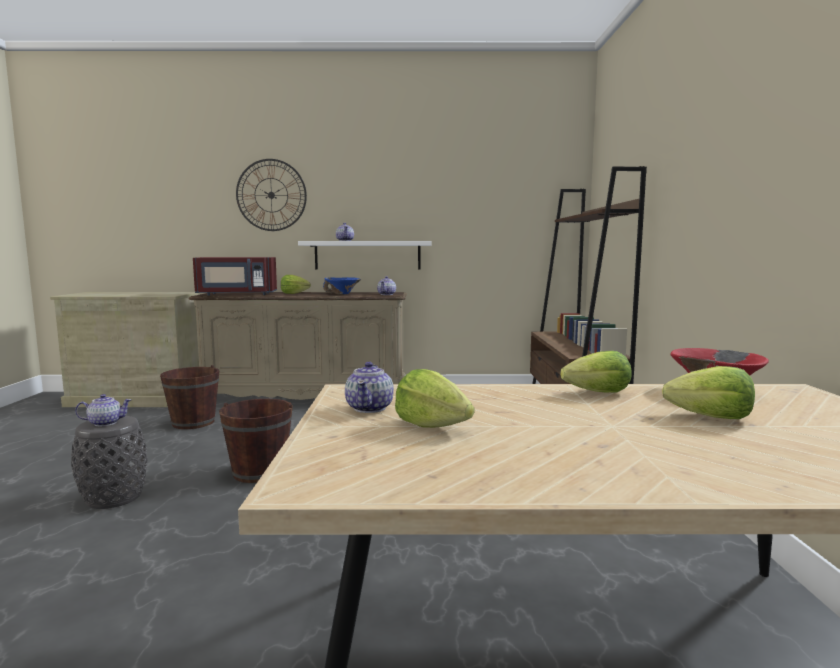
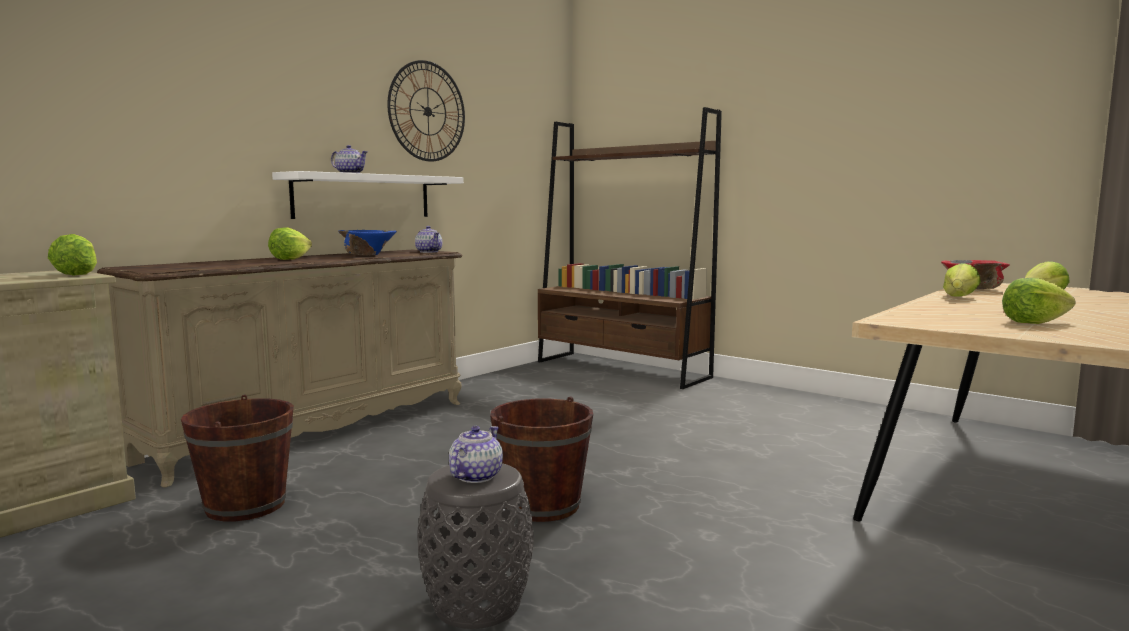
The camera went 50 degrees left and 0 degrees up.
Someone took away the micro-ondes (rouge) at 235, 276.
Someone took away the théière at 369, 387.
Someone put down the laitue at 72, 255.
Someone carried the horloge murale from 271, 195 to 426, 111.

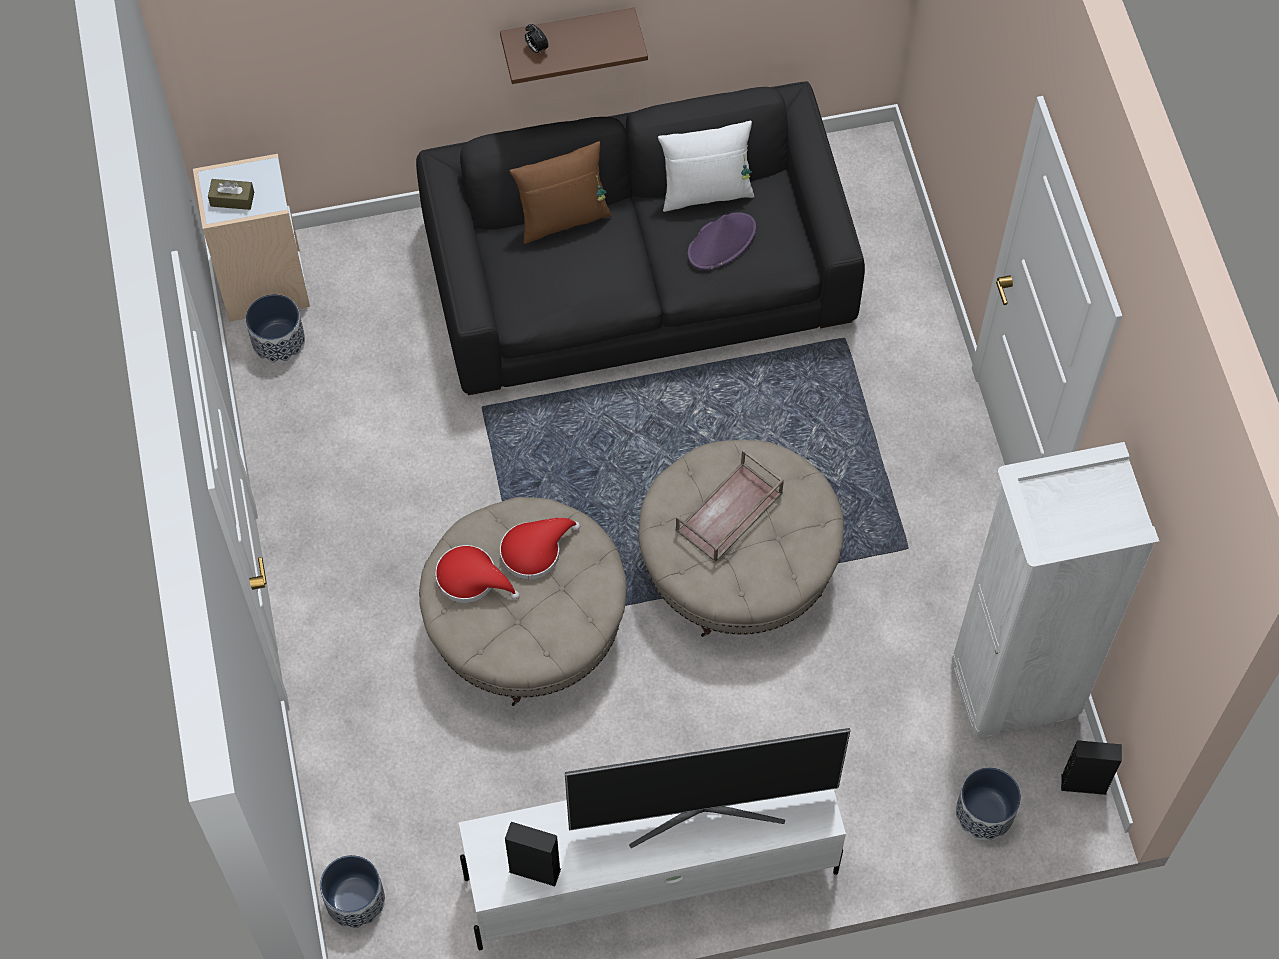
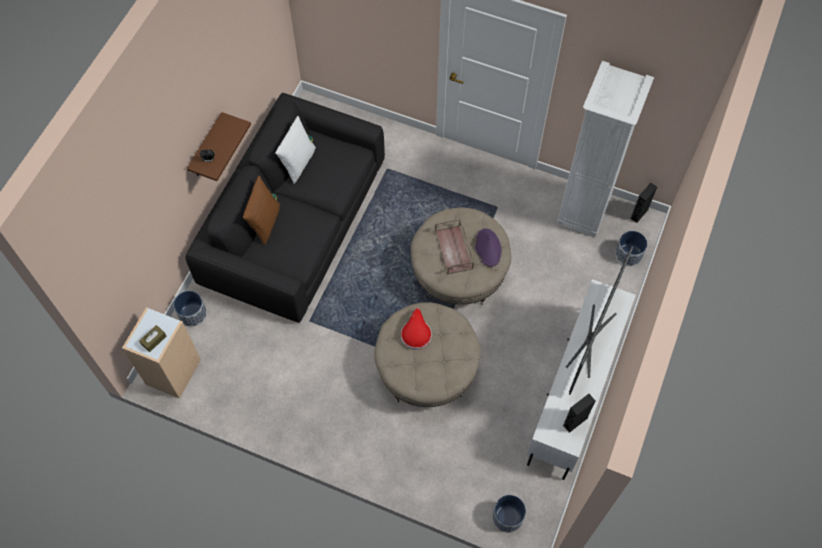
The camera went 55 degrees left and 0 degrees up.
Someone took away the chapeau (rouge) at 477, 574.
Someone carried the cache-pot from 275, 329 to 190, 309.
Someone carried the chapeau (violet) from 722, 241 to 488, 247.

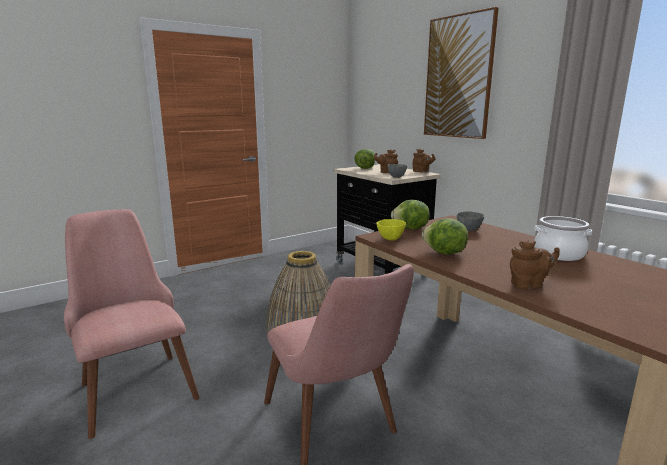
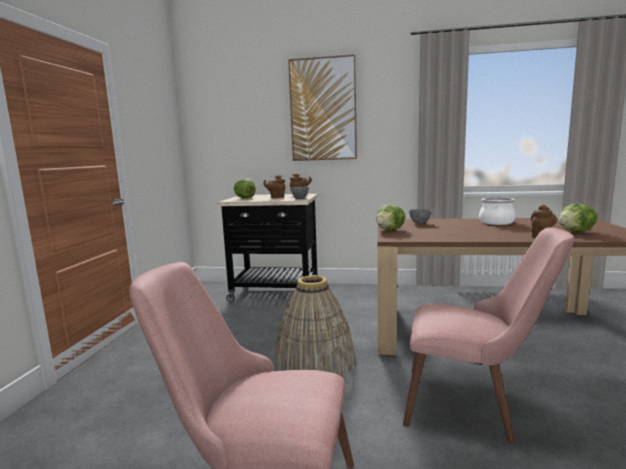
The camera went 45 degrees left and 5 degrees down.
Someone took away the bol (jaune) at 391, 230.
Someone carried the laitue from 445, 237 to 578, 218.

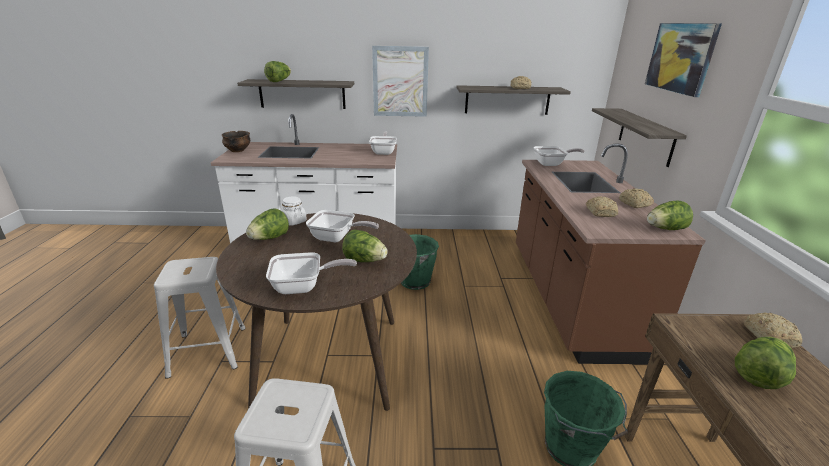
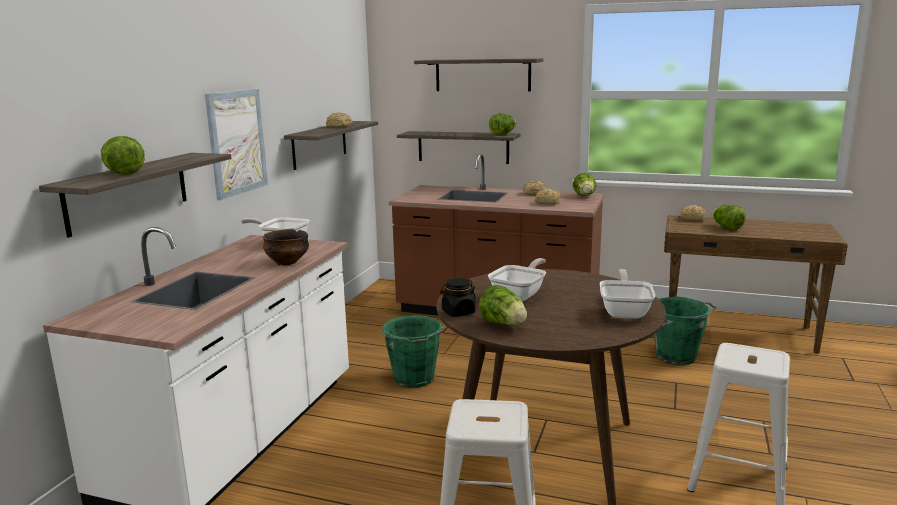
The camera went 70 degrees left and 10 degrees down.
Someone took away the poêle at 559, 156.
Someone carried the bol from 236, 141 to 285, 247.
Someone carried the laitue from 365, 245 to 502, 124.
Someone swapped the tableau at 683, 60 for the étagère at 478, 74.
Someone repainted the bocal (blanc) at 294, 211, which became the bocal (noir) at 458, 297.

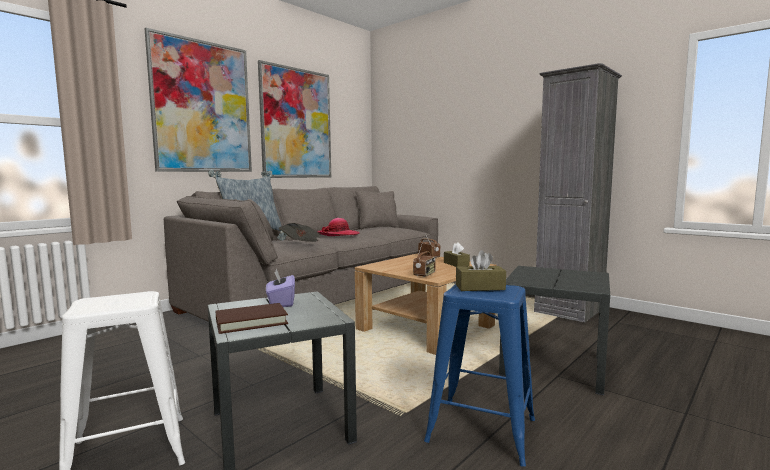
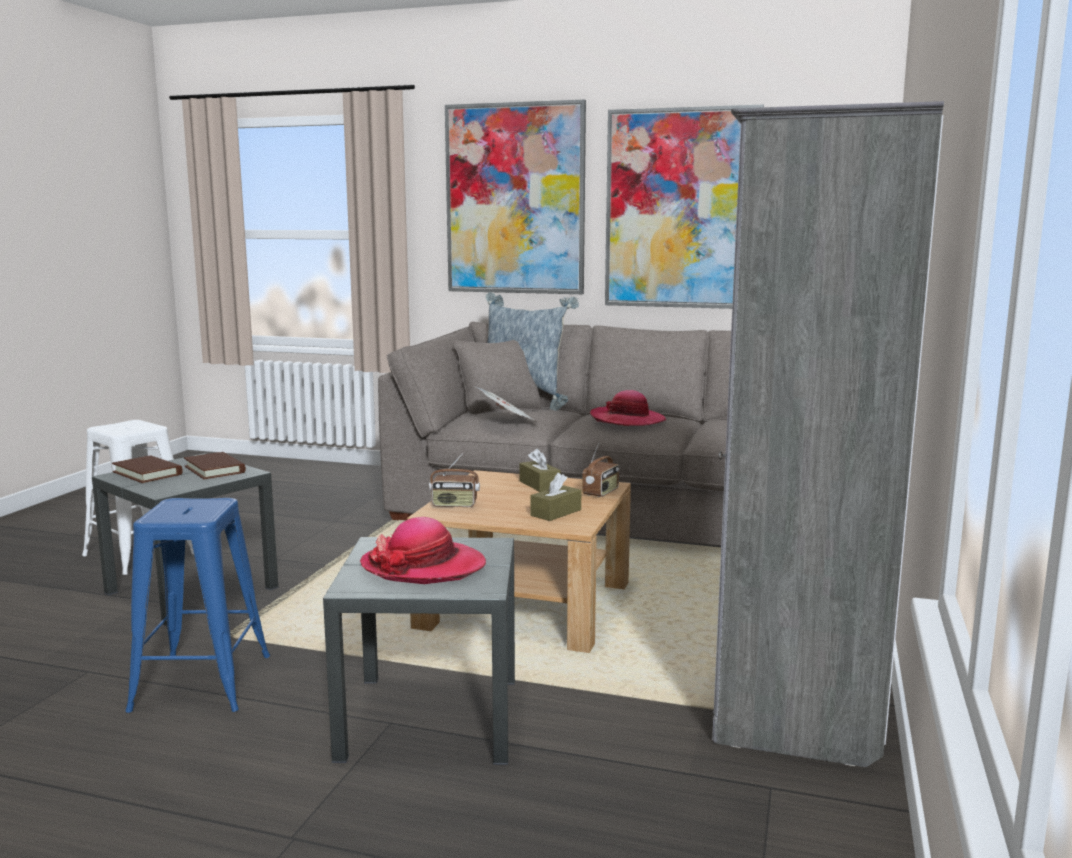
The camera went 65 degrees right and 5 degrees up.
Someone put down the chapeau at 423, 550.
Someone carried the boîte à mouchoirs (marron) from 481, 270 to 540, 470.
Someone swapped the boîte à mouchoirs (violet) at 280, 287 for the livre (marron) at 215, 465.

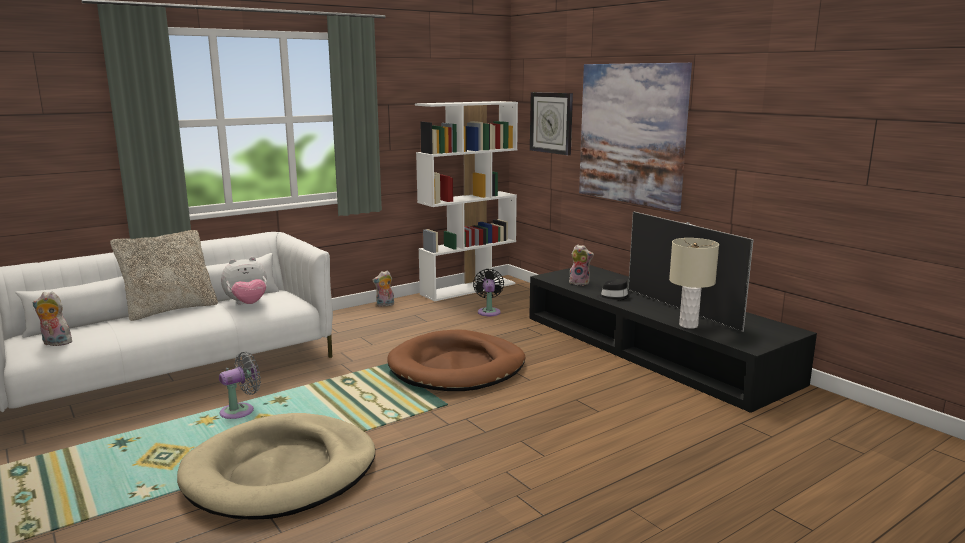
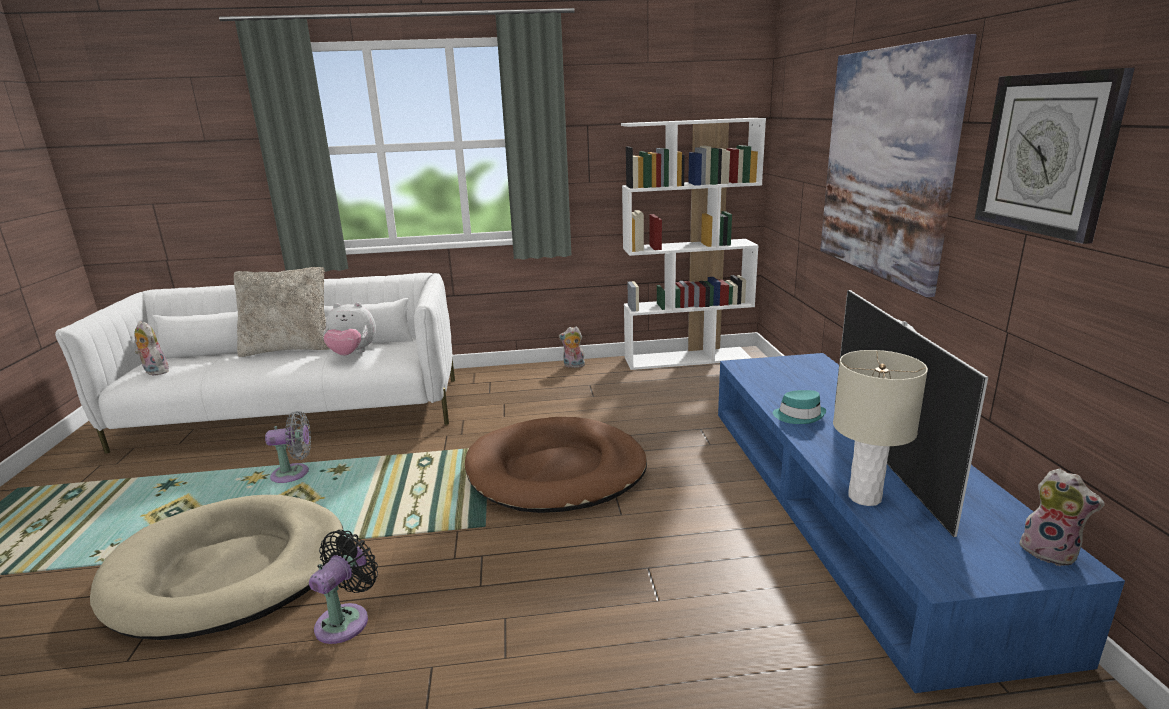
The camera went 30 degrees right and 5 degrees up.
Someone carried the ventilateur (noir) from 488, 292 to 343, 587.
Someone carried the horloge murale from 551, 123 to 1055, 156.
Someone carried the peluche from 581, 264 to 1062, 517.
Someone repainted the meuble télé (noir) at 673, 339, which became the meuble télé (bleu) at 921, 523.
Someone repainted the chapeau (noir) at 614, 290, which became the chapeau (turquoise) at 799, 407.

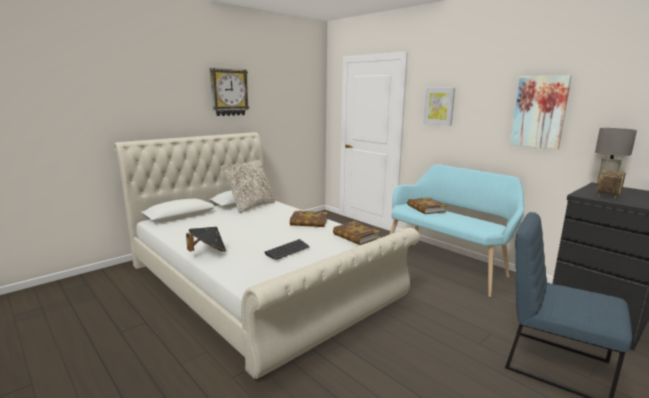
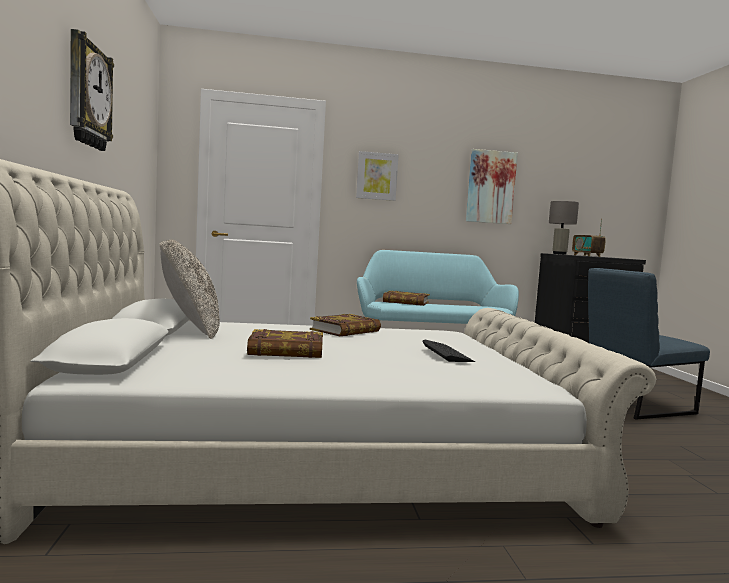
The camera went 55 degrees left and 10 degrees down.
Someone took away the chapeau (noir) at 206, 239.
Someone carried the livre from 356, 233 to 285, 343.

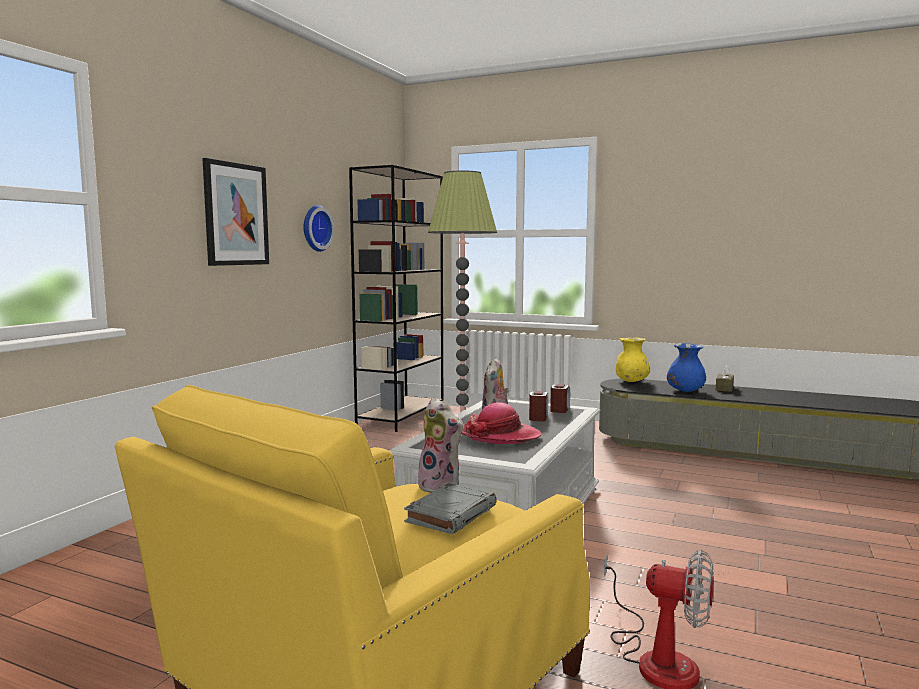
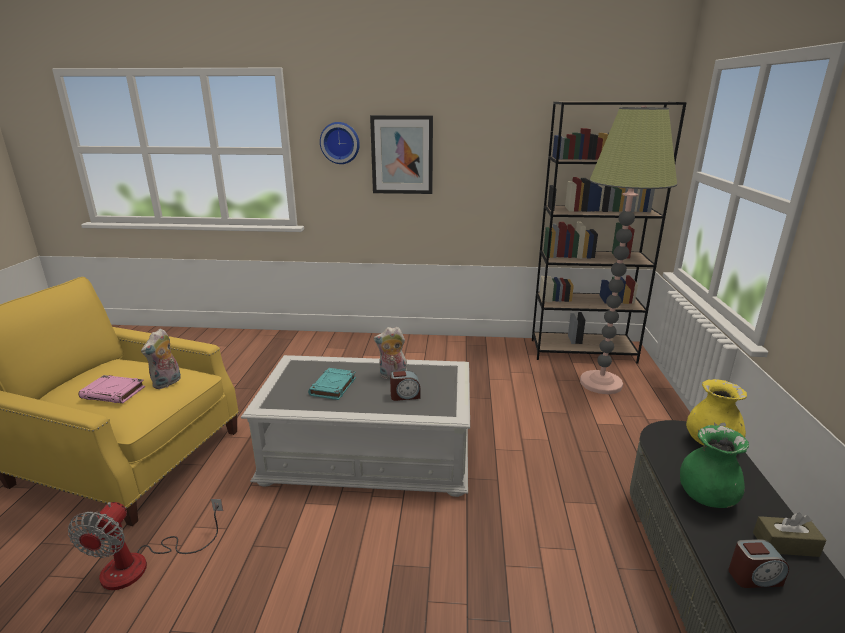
The camera went 70 degrees right and 15 degrees up.
Someone carried the horloge murale from 319, 228 to 340, 143.
Someone carried the réveil from 560, 398 to 758, 563.
Someone swapped the chapeau at 501, 423 for the livre (turquoise) at 332, 384.
Someone repainted the livre (gris) at 450, 508, which became the livre (rose) at 111, 389.
Someone repainted the vase (bleu) at 686, 367, which became the vase (vert) at 714, 466.

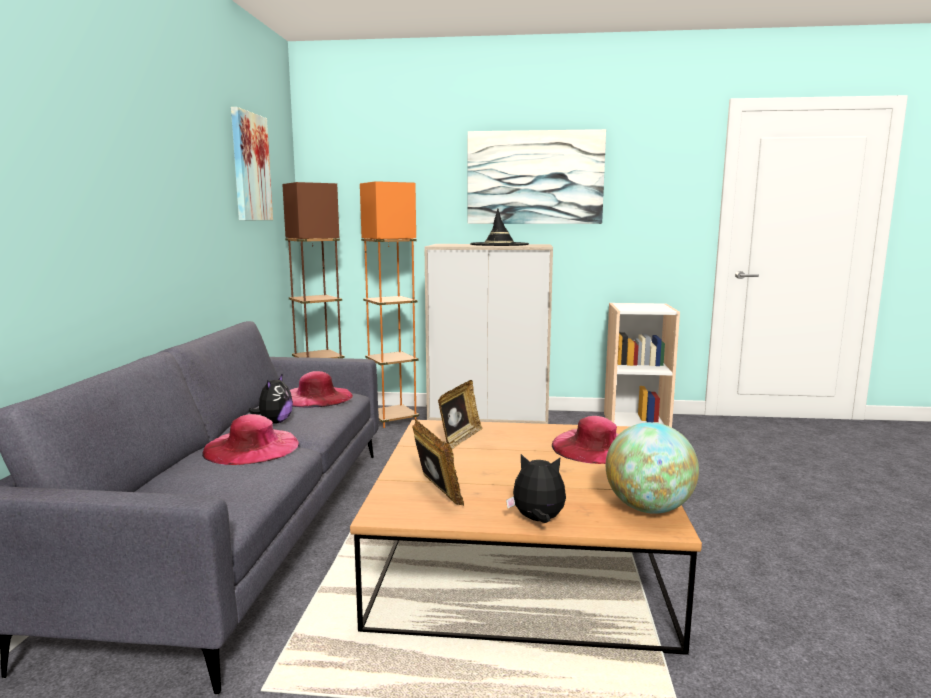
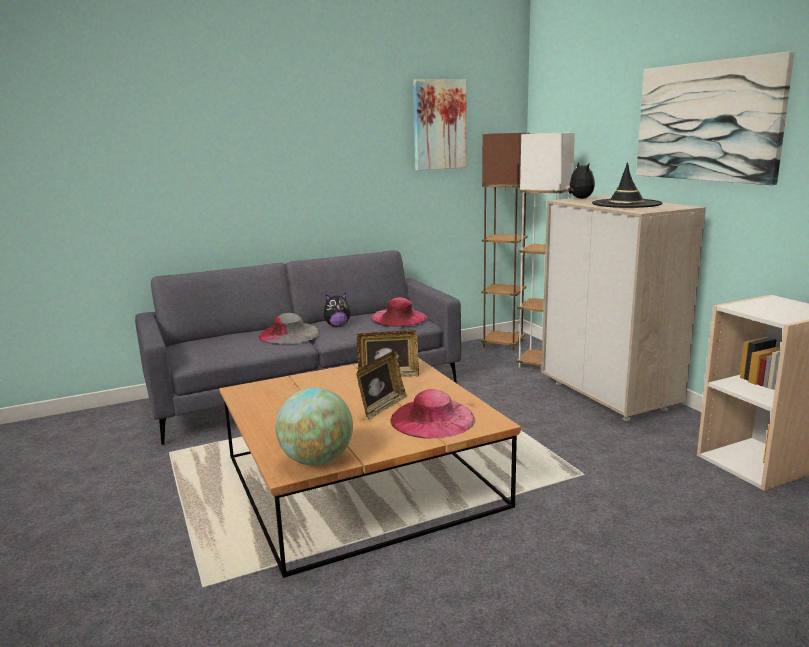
The camera went 60 degrees right and 5 degrees up.
Someone carried the cadre photo from 438, 462 to 381, 385.
Someone carried the peluche from 536, 488 to 580, 180.
Someone repainted the chapeau (rose) at 250, 439, which became the chapeau (gris) at 289, 328.
Someone repainted the lampadaire (orange) at 389, 304, which became the lampadaire (blanc) at 545, 250.

